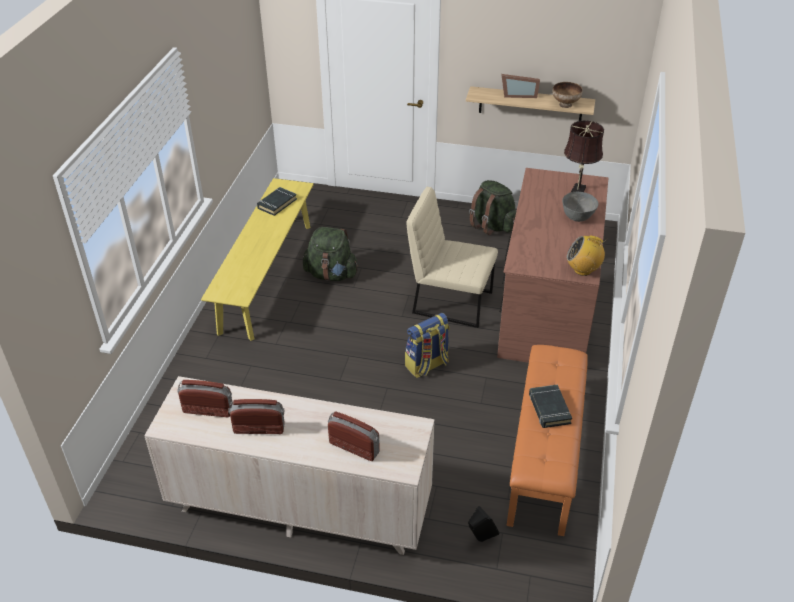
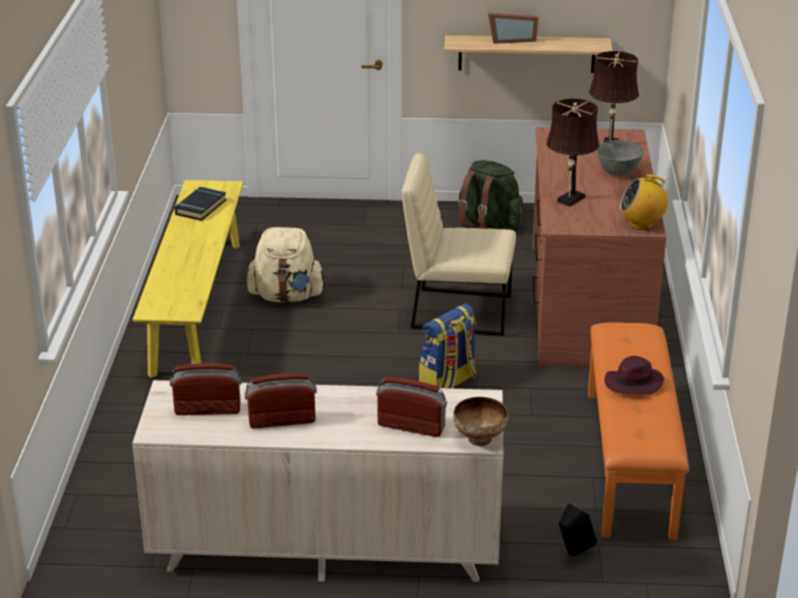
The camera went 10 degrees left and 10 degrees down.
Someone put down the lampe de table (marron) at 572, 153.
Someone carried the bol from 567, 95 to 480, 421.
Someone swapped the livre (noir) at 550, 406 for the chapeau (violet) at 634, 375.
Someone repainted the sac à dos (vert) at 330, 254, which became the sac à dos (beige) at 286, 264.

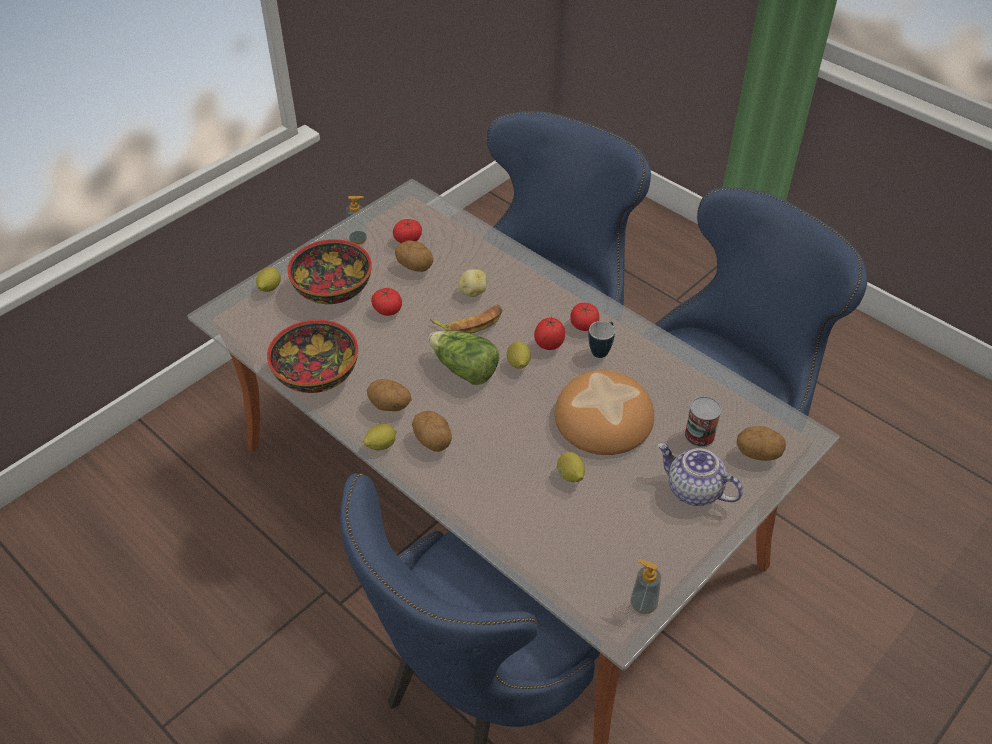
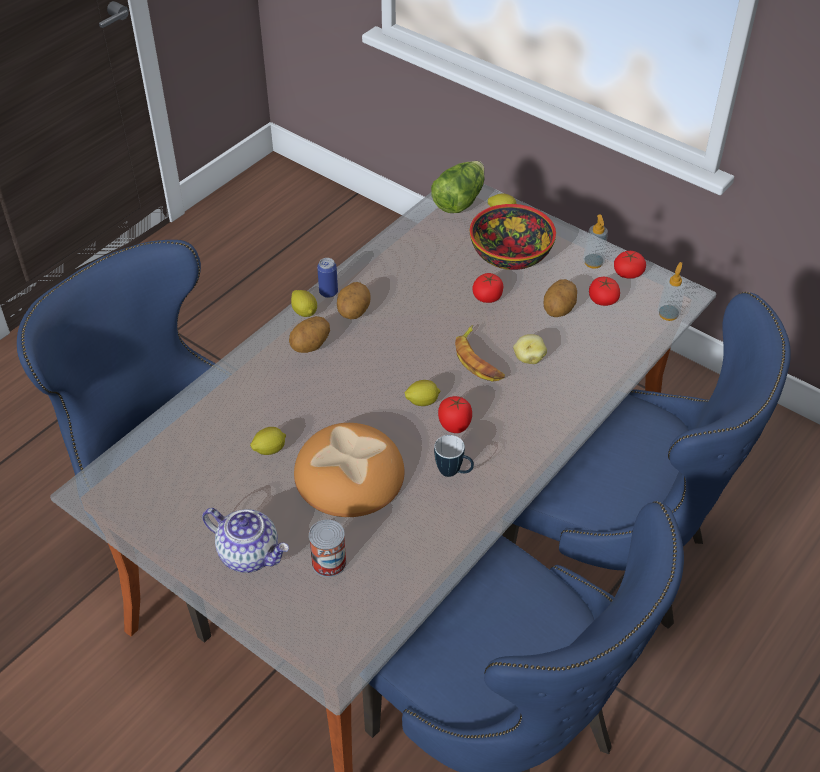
The camera went 85 degrees right and 0 degrees up.
Someone took away the bol at 312, 356.
Someone took away the pomme de terre at 761, 443.
Someone put down the boîte métallique at 327, 278.
Someone carried the laitue from 463, 357 to 458, 187.
Someone carried the tomate from 584, 317 to 630, 265.
Someone carried the distributeur de savon from 645, 586 to 671, 291.
Someone rotated the théière at 700, 474 by 90 degrees clockwise.

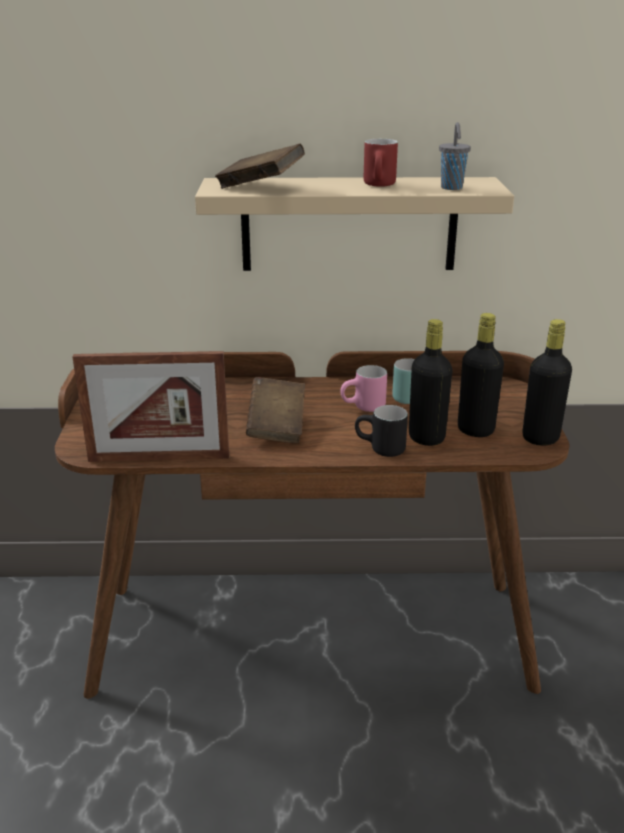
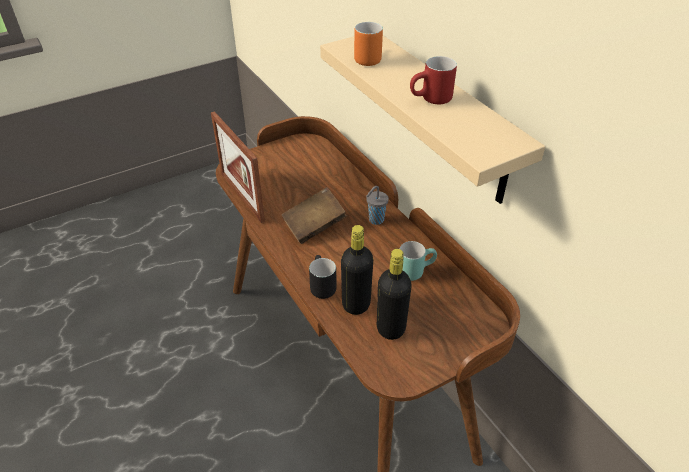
The camera went 60 degrees right and 15 degrees up.
Someone took away the mug (rose) at 363, 388.
Someone took away the bouteille (noir) at 547, 382.
Someone carried the tasse (gris) from 455, 156 to 377, 205.
Someone swapped the livre (marron) at 260, 166 for the mug (orange) at 368, 44.

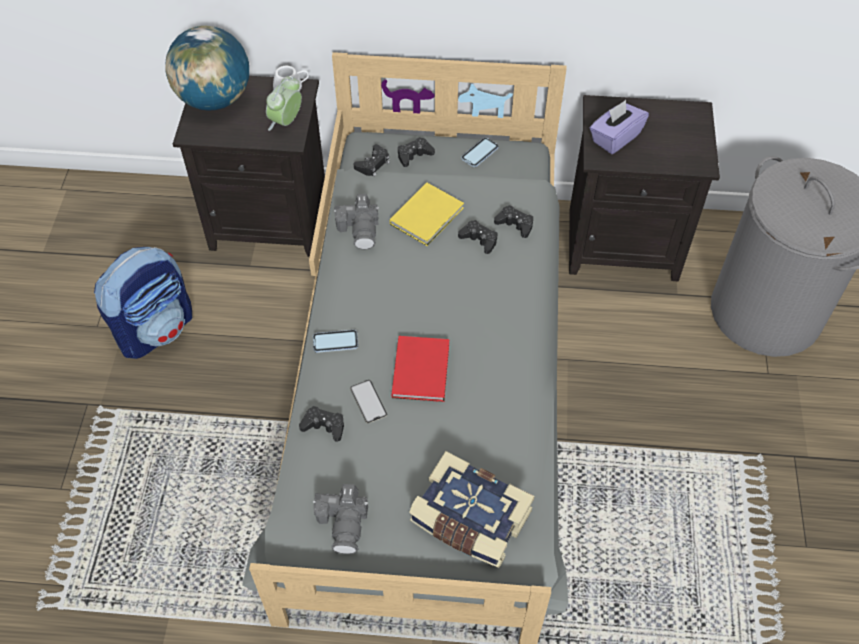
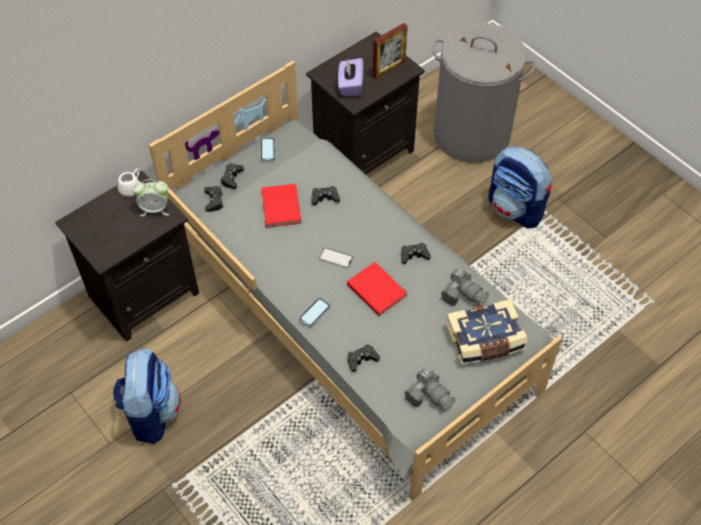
The camera went 45 degrees left and 0 degrees up.
Someone took away the globe at 207, 68.
Someone put down the cadre photo at 390, 51.
Someone put down the sac à dos at 520, 187.
Someone carried the appareil photo from 356, 222 to 465, 287.
Someone carried the téléphone from 368, 401 to 336, 258.
Someone carried the manette (noir) from 513, 221 to 416, 253.
Someone repainted the livre (jaune) at 427, 214, which became the livre (rouge) at 281, 205.
Someone rotated the réveil at 284, 104 by 75 degrees counterclockwise.

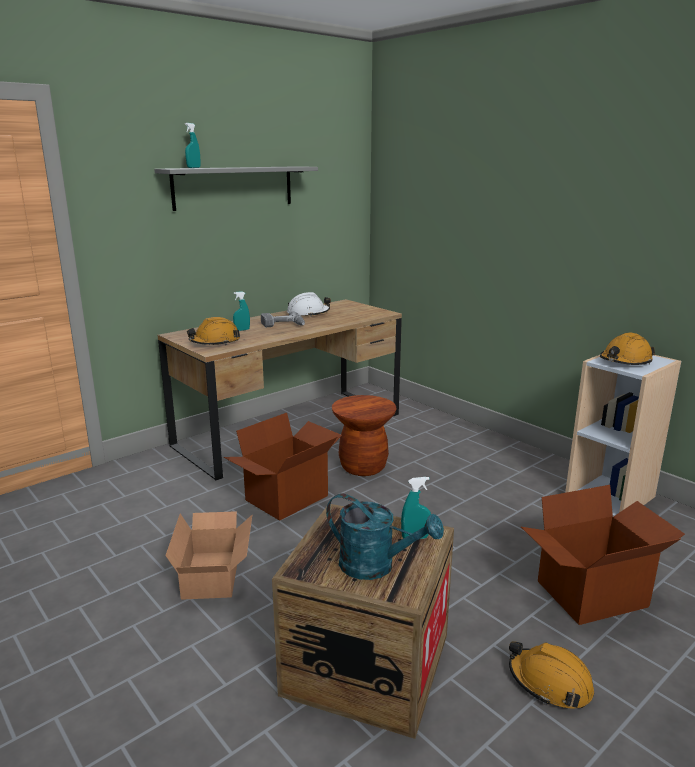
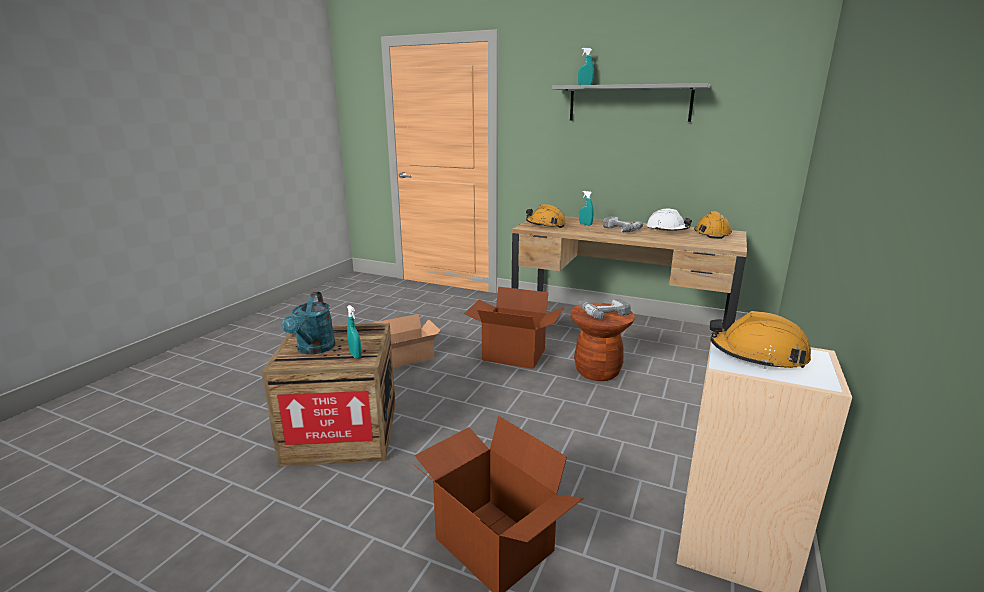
The camera went 65 degrees right and 0 degrees up.
Someone put down the perceuse at 604, 309.
Someone carried the casque de chantier (orange) from 551, 674 to 713, 225.

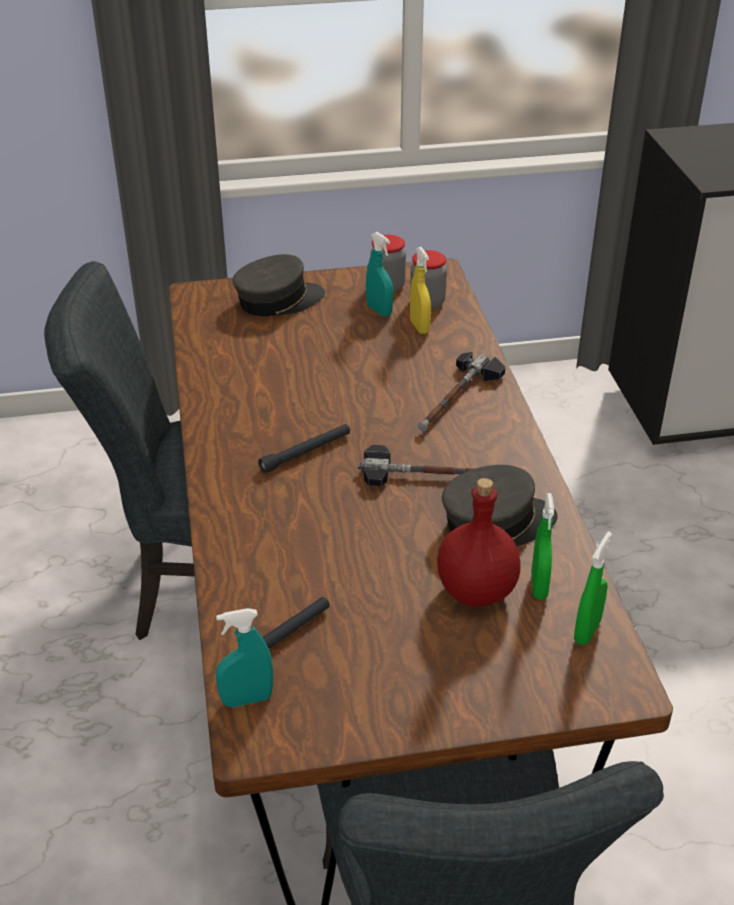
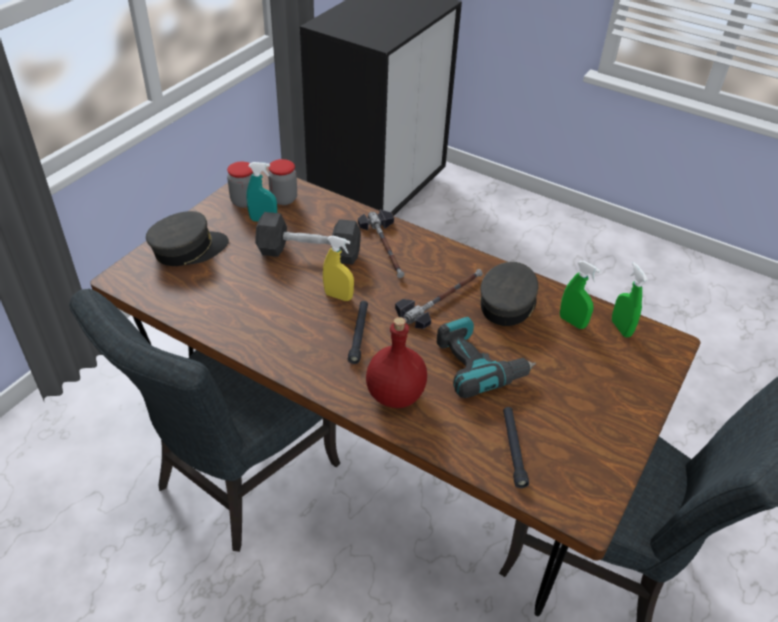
The camera went 50 degrees left and 5 degrees up.
Someone took away the vaporisateur (turquoise) at 244, 657.
Someone put down the haltère (noir) at 308, 238.
Someone put down the perceuse at 486, 357.
Someone carried the vaporisateur (jaune) from 420, 290 to 338, 268.
Someone carried the bouteille (rouge) from 479, 542 to 396, 362.
Someone rotated the casquette (gris) at 278, 285 by 45 degrees clockwise.

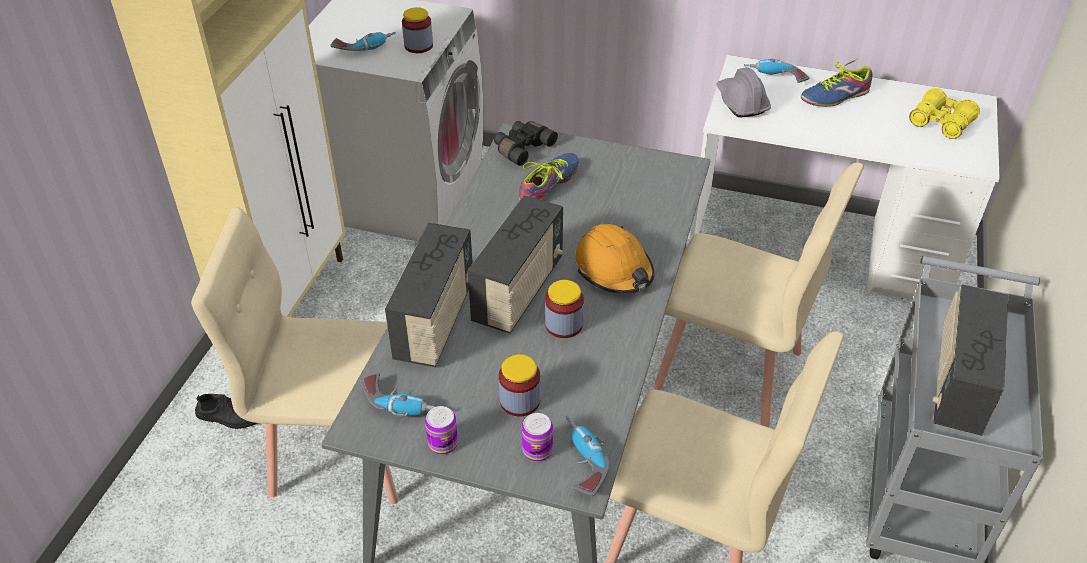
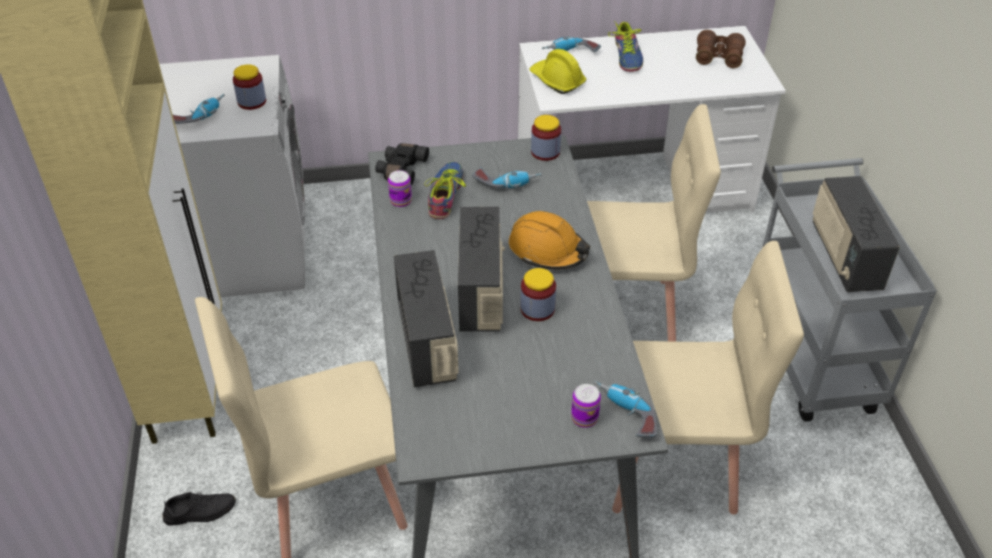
The camera went 25 degrees left and 0 degrees up.
Someone carried the perceuse from 397, 395 to 507, 178.
Someone carried the boîte métallique from 441, 430 to 400, 188.
Someone carried the bocal from 519, 385 to 546, 138.
Someone repainted the casque de chantier (gris) at 743, 92, which became the casque de chantier (jaune) at 557, 71.
Someone repainted the jumelles (jaune) at 944, 113, which became the jumelles (marron) at 721, 49.
Someone rotated the chaussure at 837, 82 by 45 degrees counterclockwise.

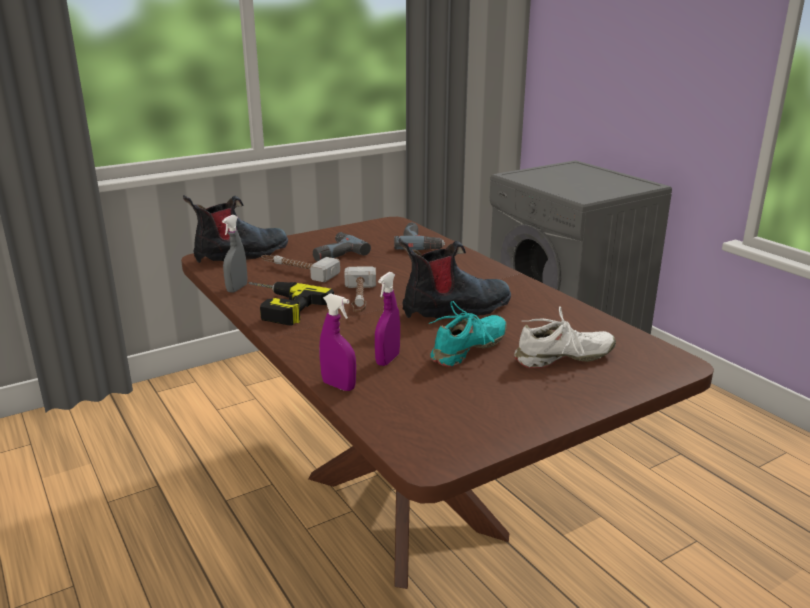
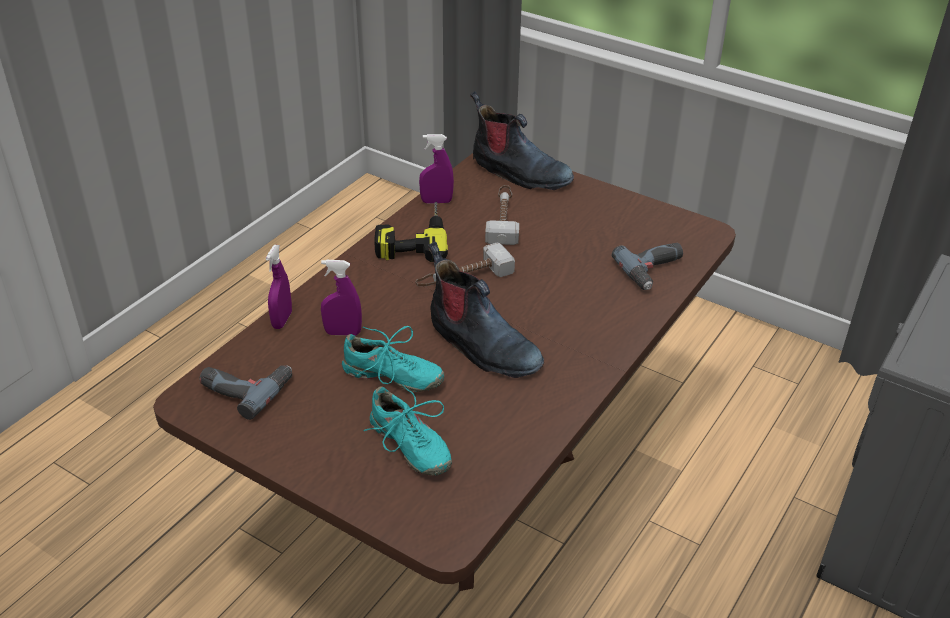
The camera went 65 degrees right and 15 degrees up.
Someone carried the perceuse from 342, 246 to 245, 392.
Someone repainted the vaporisateur (gris) at 234, 254, which became the vaporisateur (violet) at 436, 168.
Someone repainted the chaussure (blanc) at 565, 337, which became the chaussure (turquoise) at 408, 430.

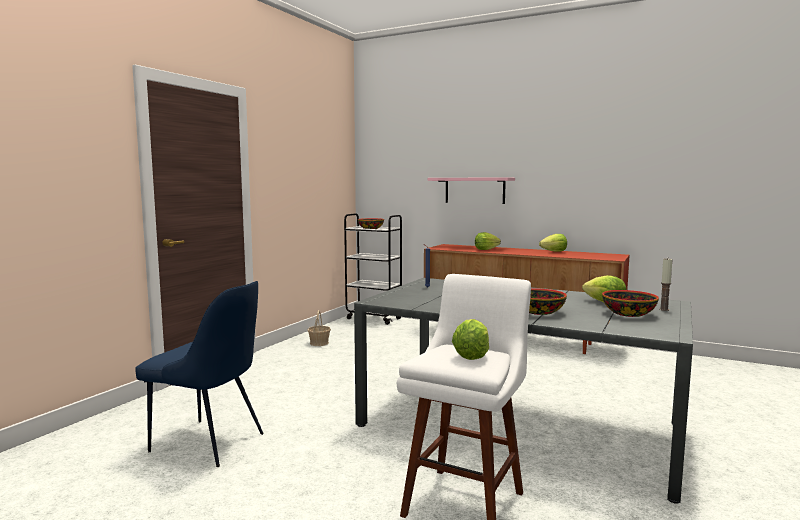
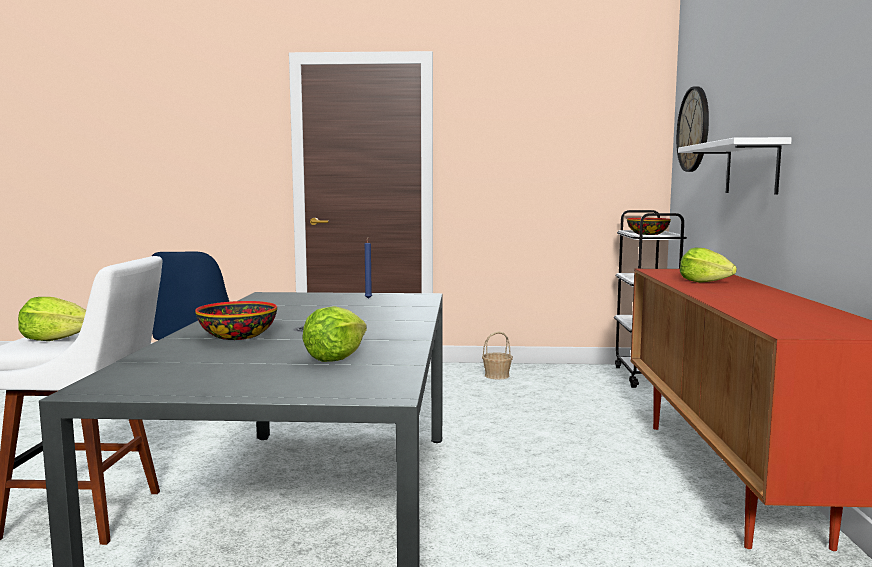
The camera went 65 degrees right and 0 degrees up.
Someone took away the laitue at 553, 243.
Someone took away the bol at 630, 303.
Someone took away the bougie at 665, 285.
Someone put up the horloge murale at 692, 129.
Someone repainted the étagère (rose) at 471, 190, which became the étagère (blanc) at 735, 166.

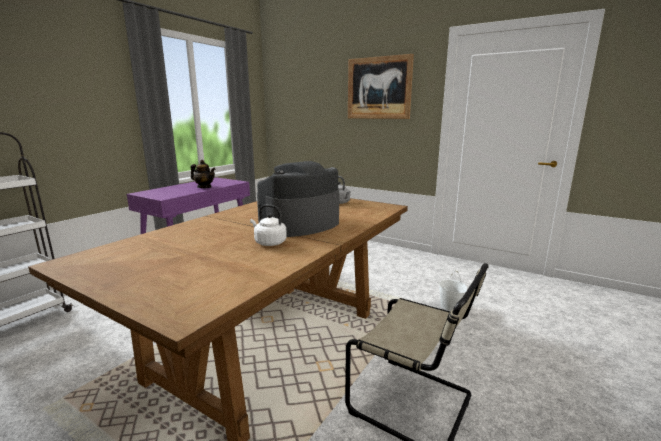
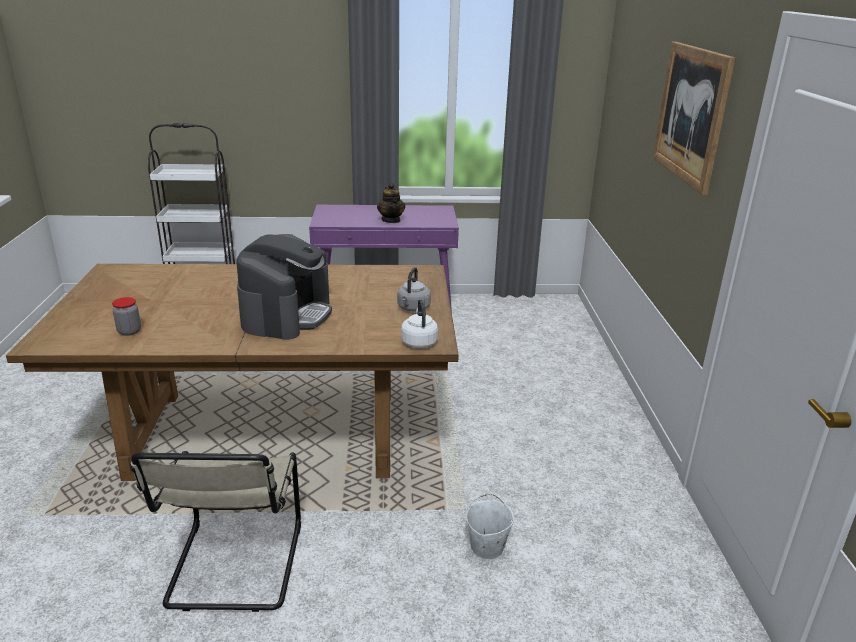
The camera went 55 degrees right and 10 degrees up.
Someone put down the bocal at 126, 316.
Someone carried the bouilloire (blanc) from 268, 225 to 419, 323.
Someone rotated the machine à café at 298, 199 by 90 degrees clockwise.

